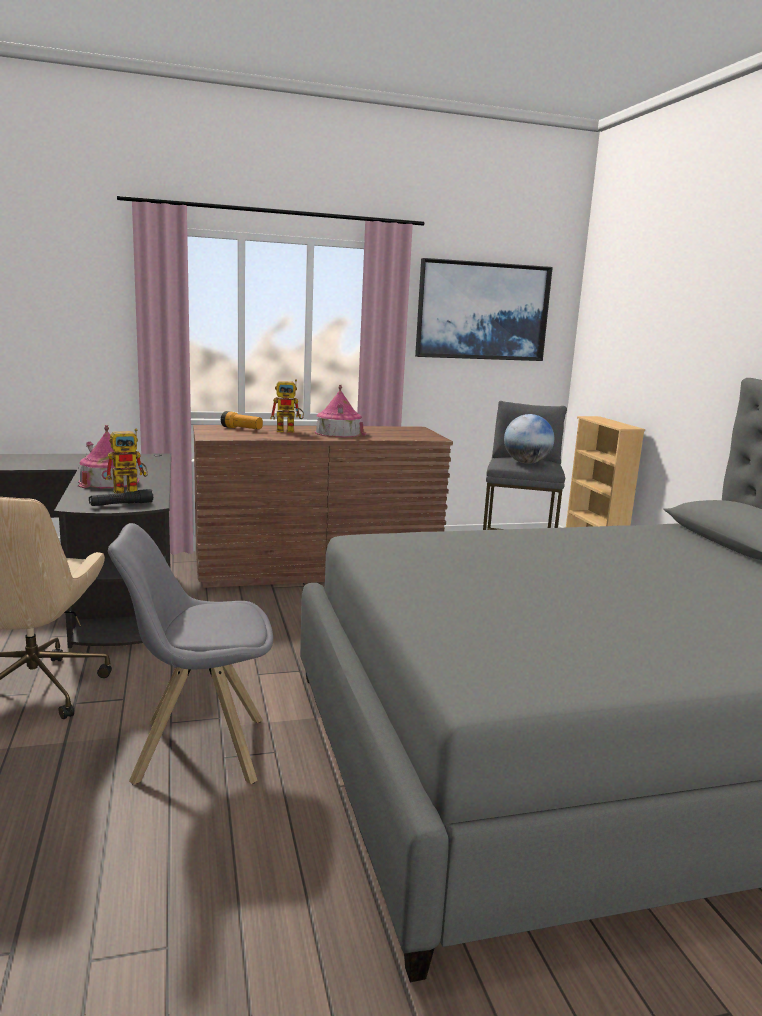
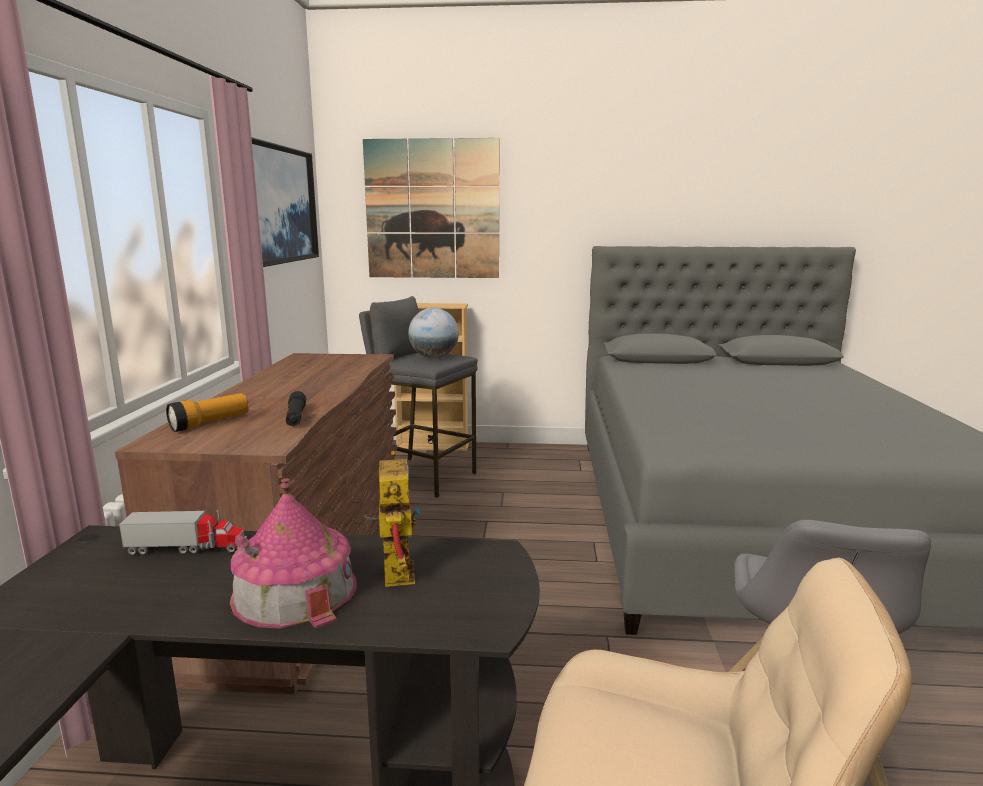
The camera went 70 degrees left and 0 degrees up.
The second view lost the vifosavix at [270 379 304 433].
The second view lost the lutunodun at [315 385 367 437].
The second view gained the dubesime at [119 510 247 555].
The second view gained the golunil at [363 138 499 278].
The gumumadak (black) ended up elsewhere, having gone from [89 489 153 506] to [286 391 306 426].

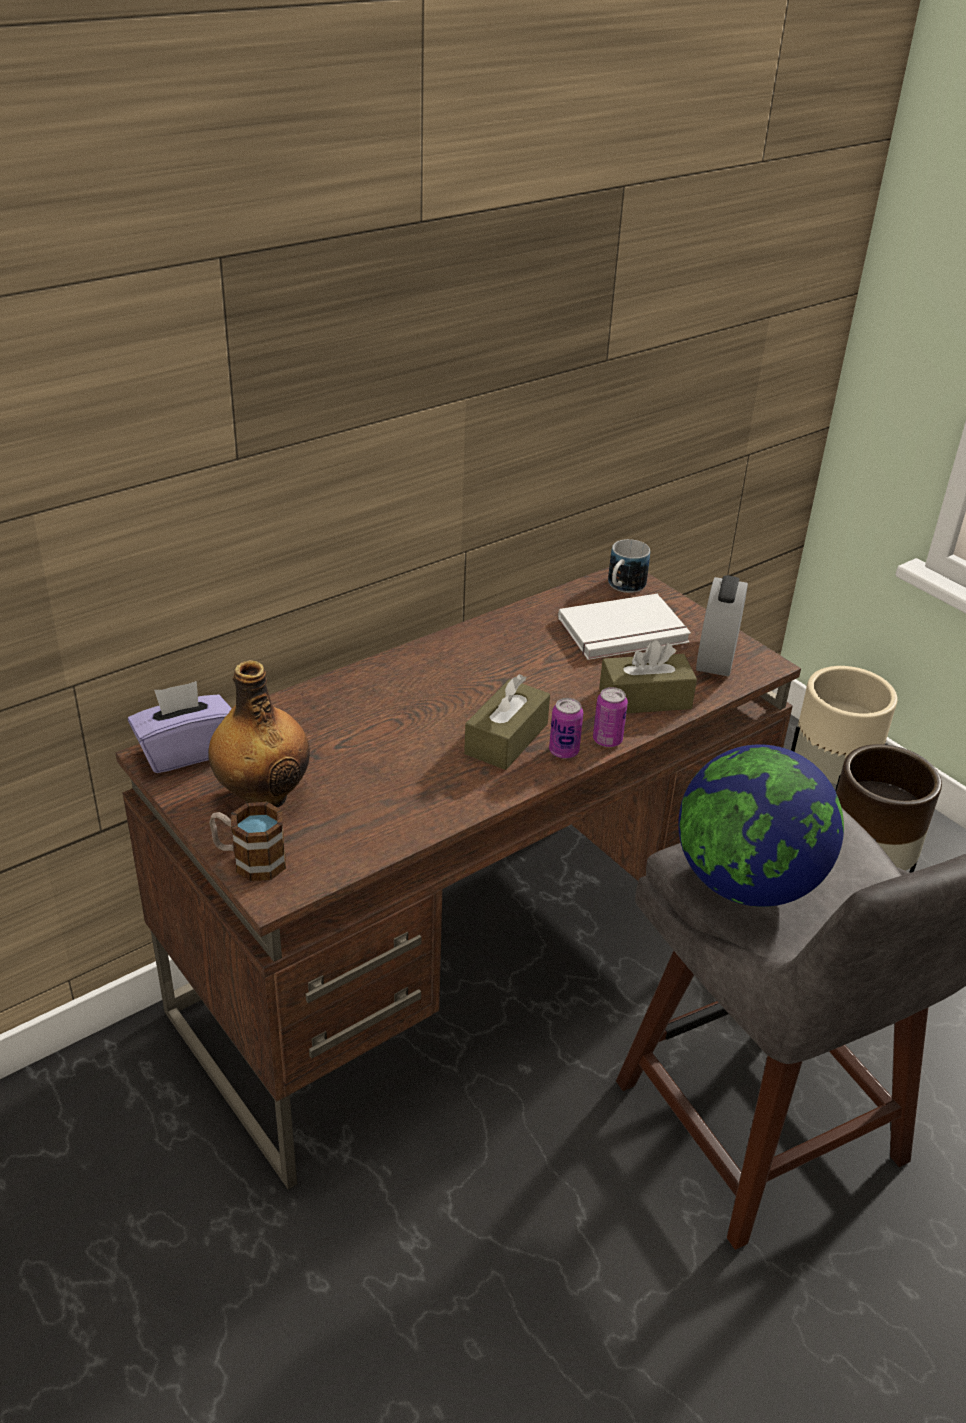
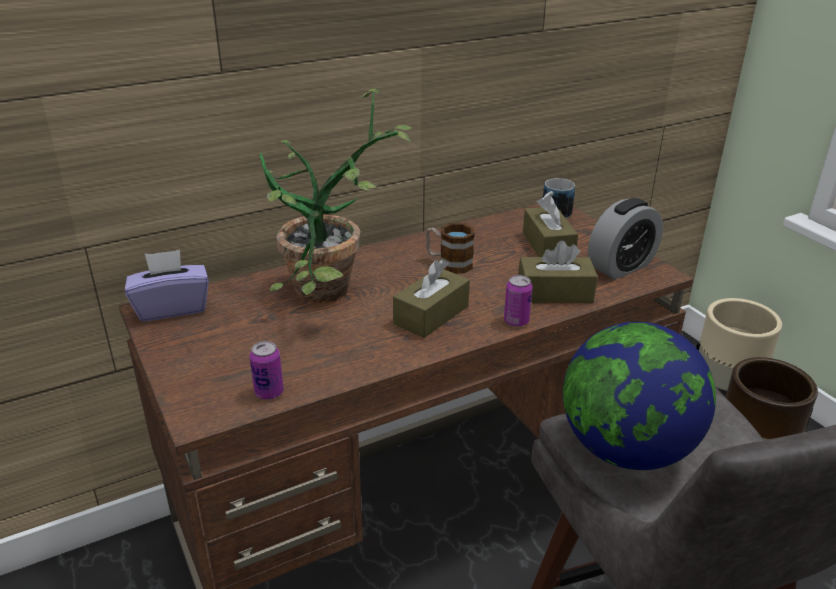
The camera went 10 degrees right and 5 degrees down.
The second view lost the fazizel at [208 660 310 808].
The second view gained the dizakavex at [259 89 412 304].
The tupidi ended up elsewhere, having gone from [209 802 286 881] to [426 223 475 274].
The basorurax ended up elsewhere, having gone from [549 698 583 759] to [249 341 284 400].
Where the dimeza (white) stood at [558 594 691 660], the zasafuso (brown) came to stand at [523 195 578 257].
The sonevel at [696 575 748 676] ended up facing another way, 150 degrees counterclockwise from before.

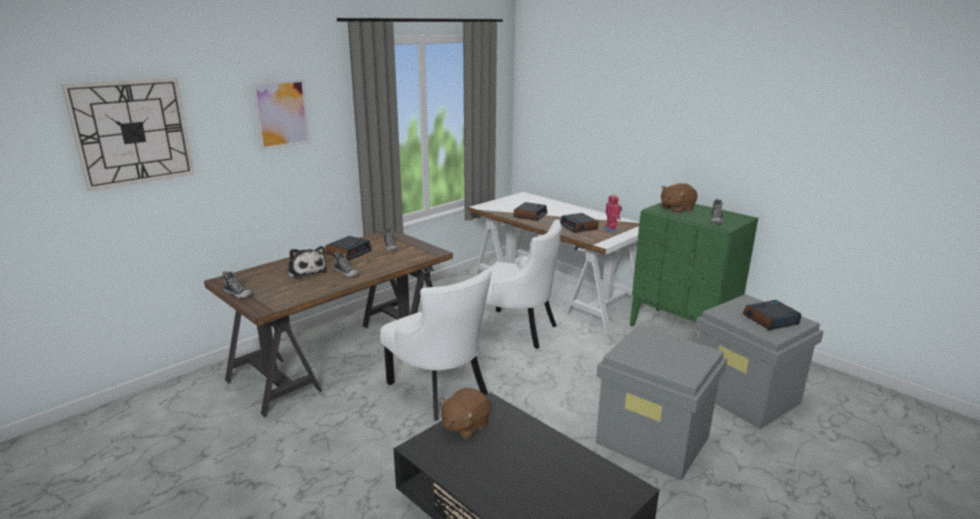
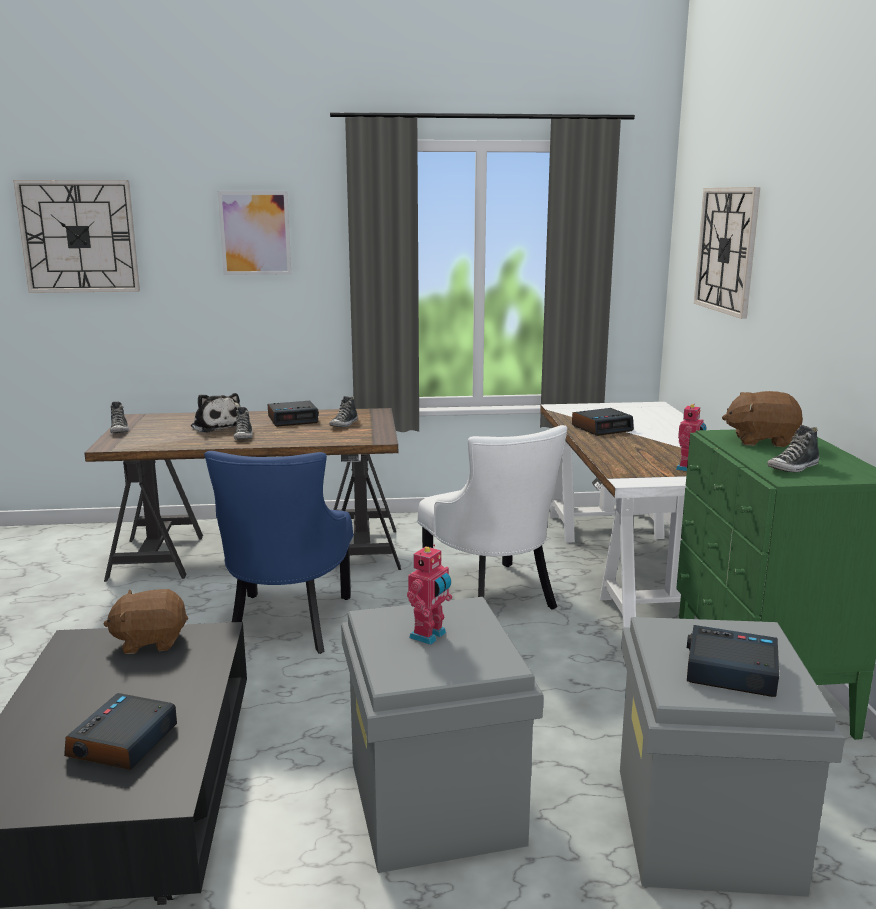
The camera went 40 degrees right and 5 degrees down.
The second view gained the vifosavix at [407 544 452 645].
The second view gained the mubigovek at [694 187 760 319].
The sonevel ended up elsewhere, having gone from [560 213 599 233] to [64 693 177 770].
What was the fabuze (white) at [380 270 491 421] turned into the fabuze (blue) at [204 451 354 654].
The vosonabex at [287 246 327 279] ended up facing another way, 45 degrees counterclockwise from before.

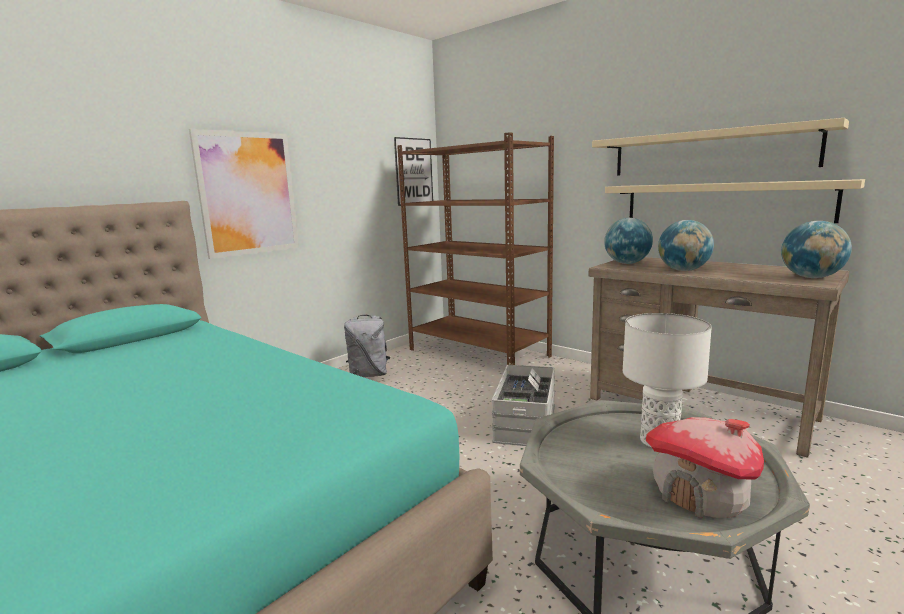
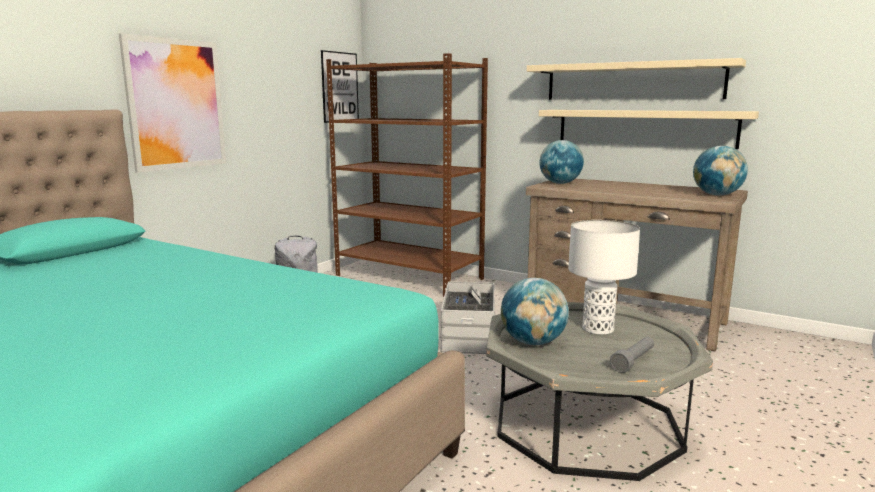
The camera went 10 degrees left and 0 degrees up.
The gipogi ended up elsewhere, having gone from [658 220 714 271] to [501 278 569 345].
Where the lutunodun stood at [646 417 764 518], the gumumadak (grey) came to stand at [610 337 654 373].

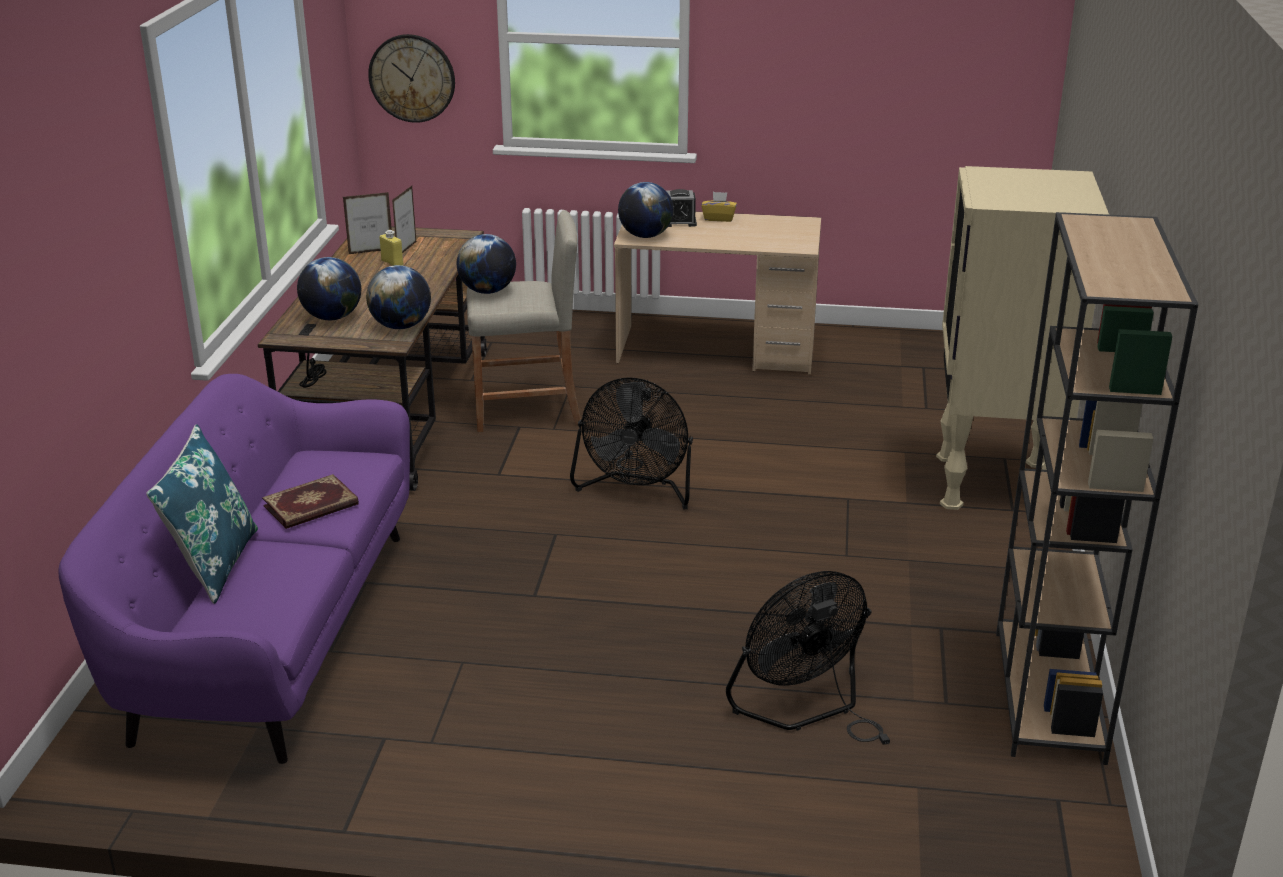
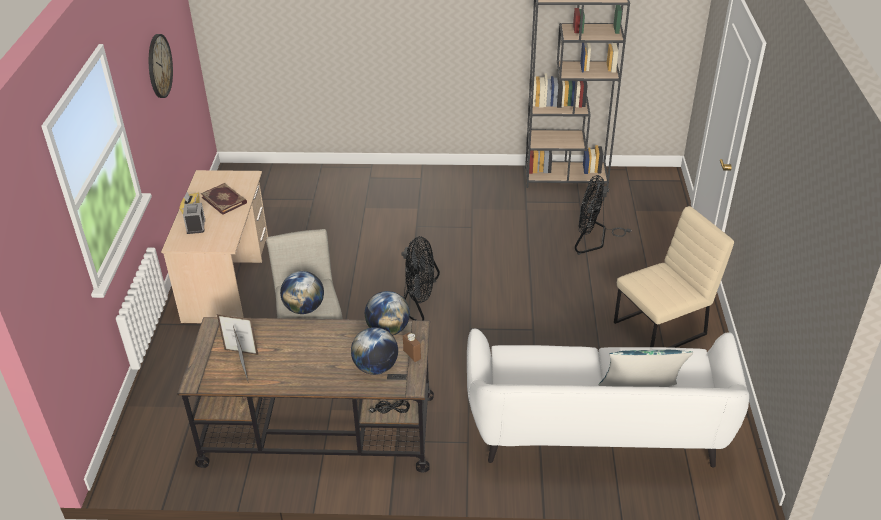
The camera went 95 degrees left and 10 degrees up.
The second view lost the fazizel (yellow) at [379 230 403 266].
The second view lost the gipogi at [618 182 673 238].
The second view lost the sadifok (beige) at [936 166 1109 510].
The second view gained the fazizel (brown) at [403 332 421 362].
The second view gained the fabuze (beige) at [614 206 734 348].
The dimeza ended up elsewhere, having gone from [262 474 359 529] to [201 183 247 215].
The mubigovek ended up elsewhere, having gone from [368 34 455 123] to [149 34 173 98].
What was the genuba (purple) at [59 374 410 764] turned into the genuba (white) at [467 329 749 468].
The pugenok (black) at [726 571 890 744] ended up facing another way, 45 degrees clockwise from before.

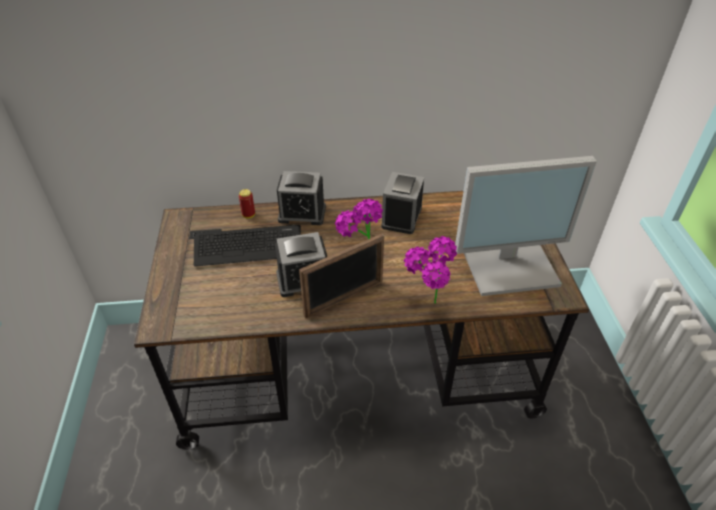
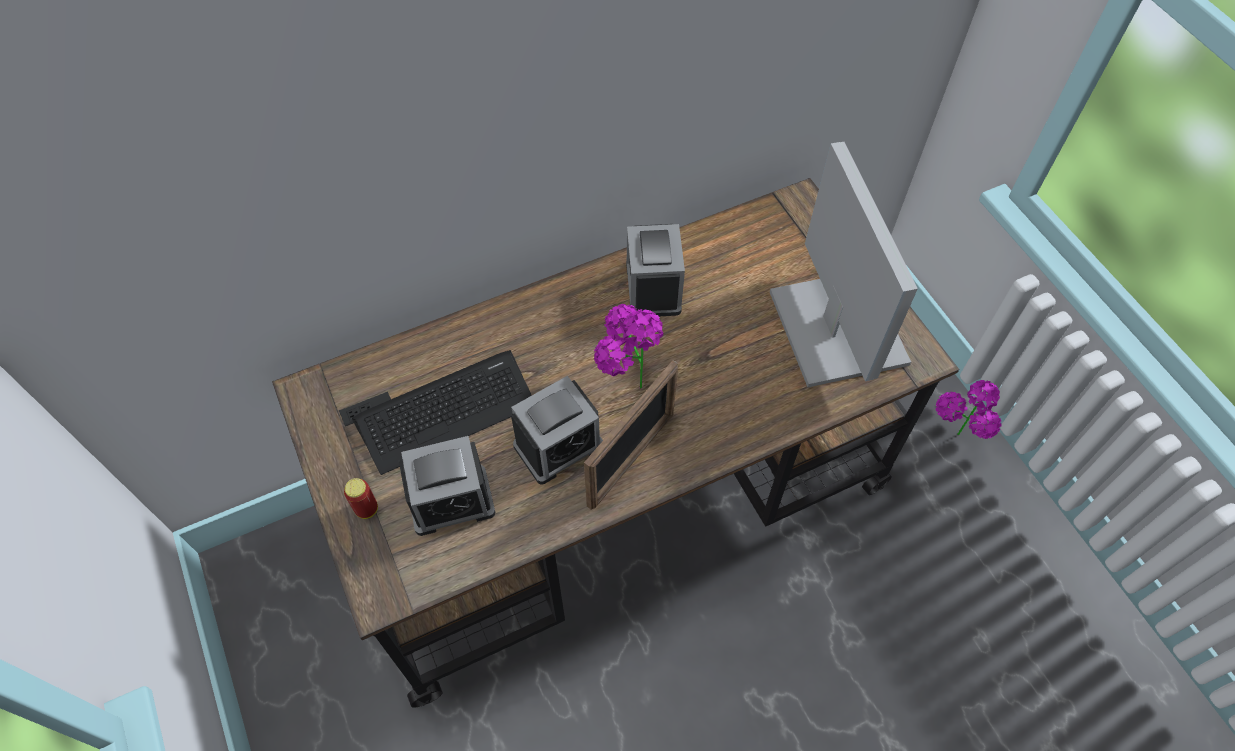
The camera went 20 degrees left and 15 degrees up.
The basorurax ended up elsewhere, having gone from [239 189 255 218] to [344 478 378 519].
The sonevel ended up elsewhere, having gone from [277 171 326 225] to [399 436 496 536].
The dizakavex ended up elsewhere, having gone from [404 236 457 304] to [936 380 1002 439].
The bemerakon at [455 156 597 296] ended up facing another way, 75 degrees counterclockwise from before.

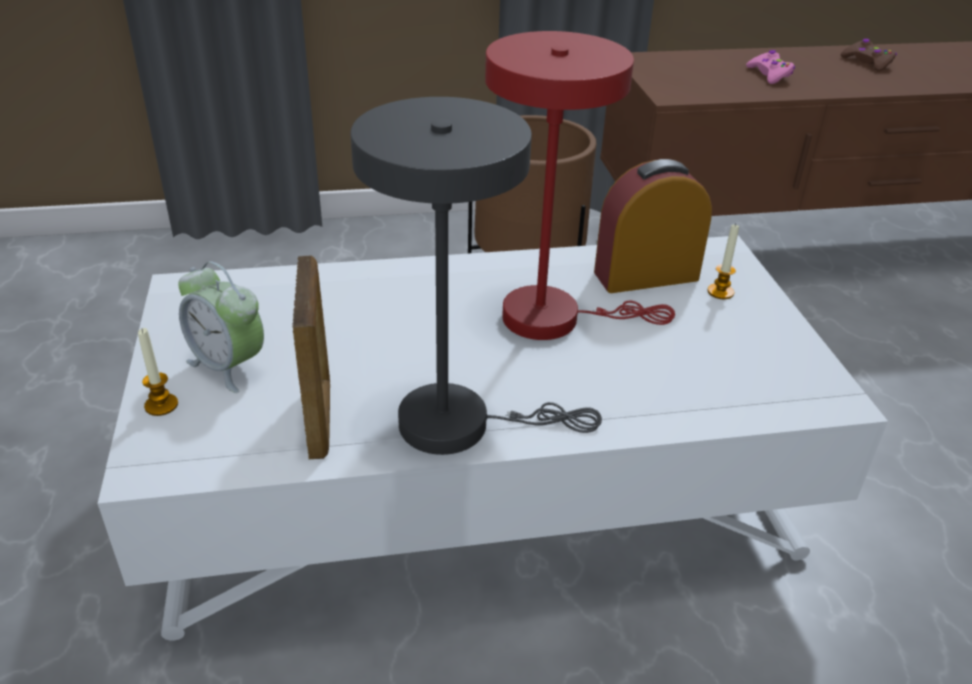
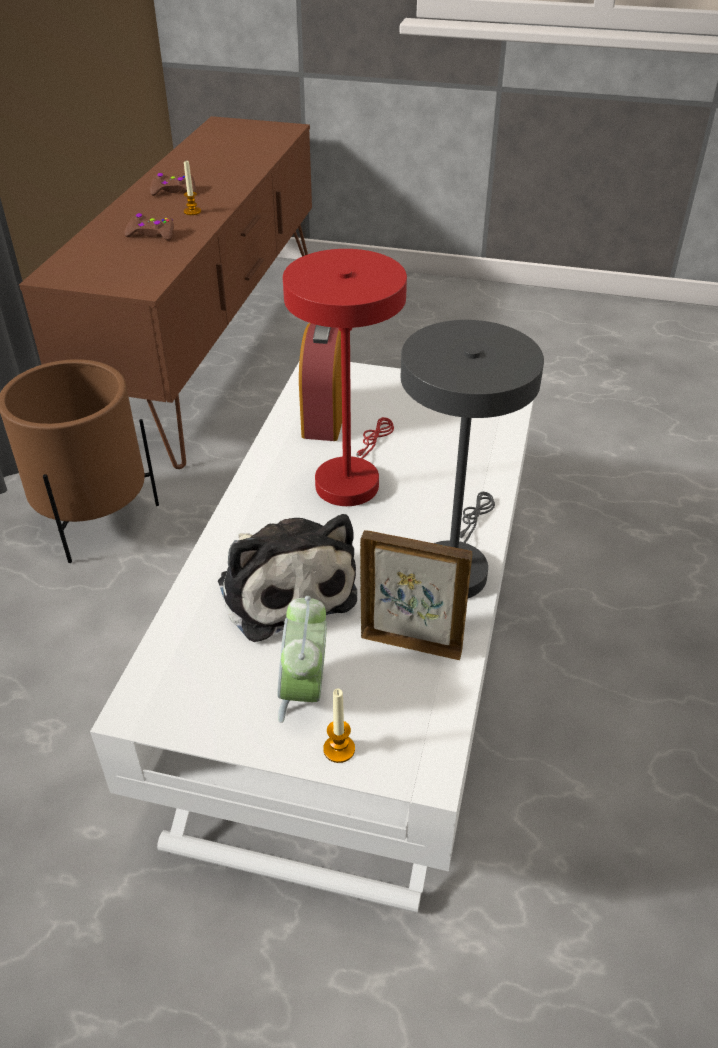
The camera went 65 degrees left and 5 degrees up.
The second view gained the vosonabex at [218 514 357 642].
The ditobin ended up elsewhere, having gone from [707 223 739 299] to [184 161 201 215].
What was the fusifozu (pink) at [746 50 795 84] turned into the fusifozu (brown) at [124 213 174 241].
The sonevel at [178 261 264 393] ended up facing another way, 120 degrees clockwise from before.

